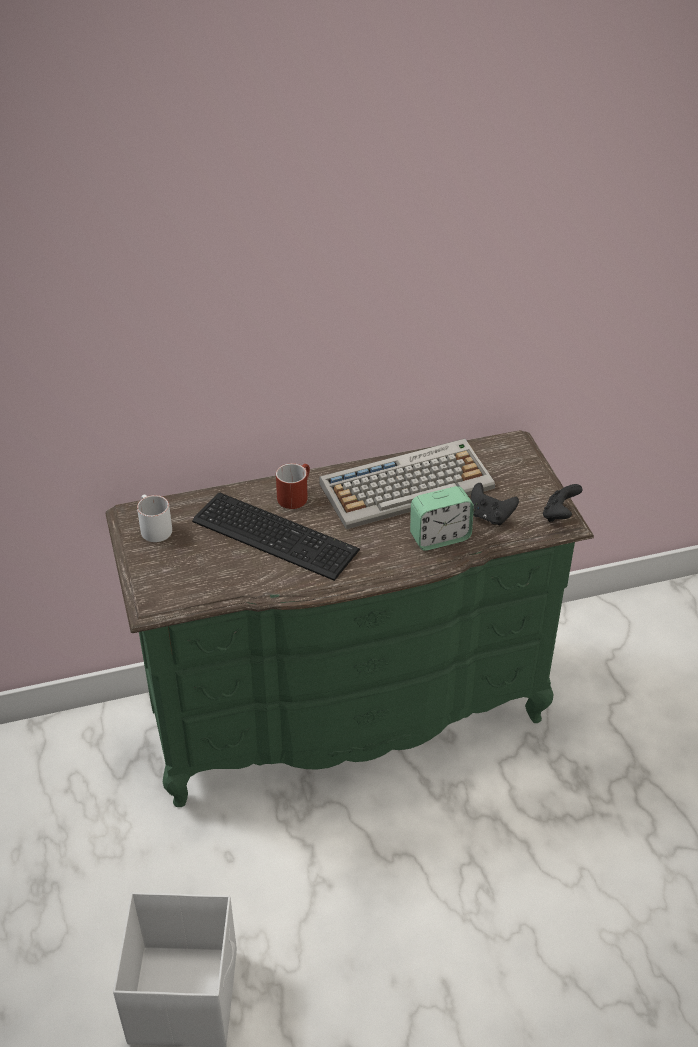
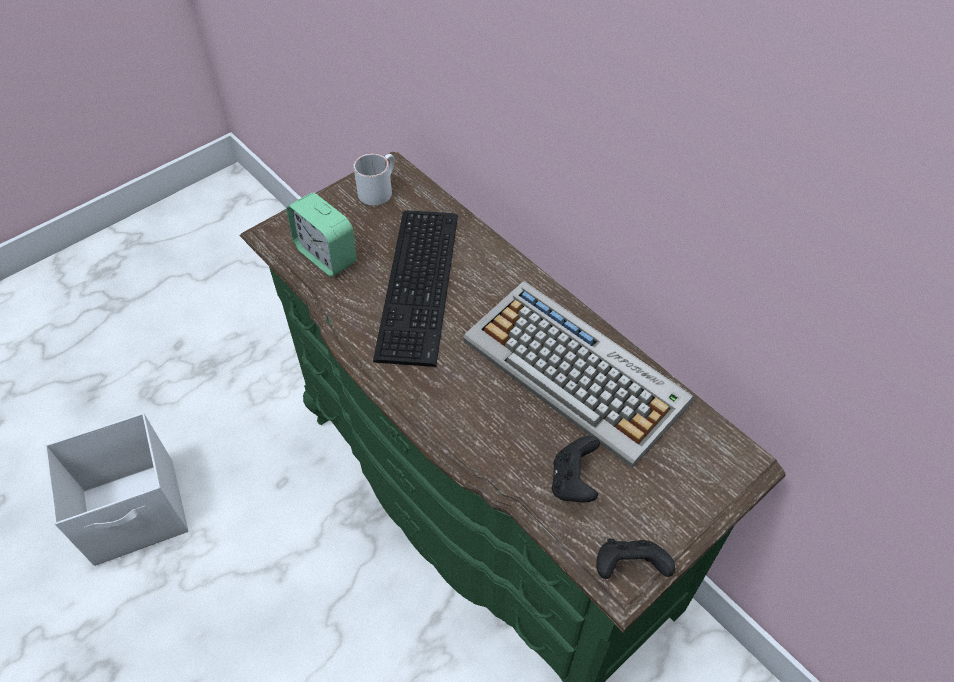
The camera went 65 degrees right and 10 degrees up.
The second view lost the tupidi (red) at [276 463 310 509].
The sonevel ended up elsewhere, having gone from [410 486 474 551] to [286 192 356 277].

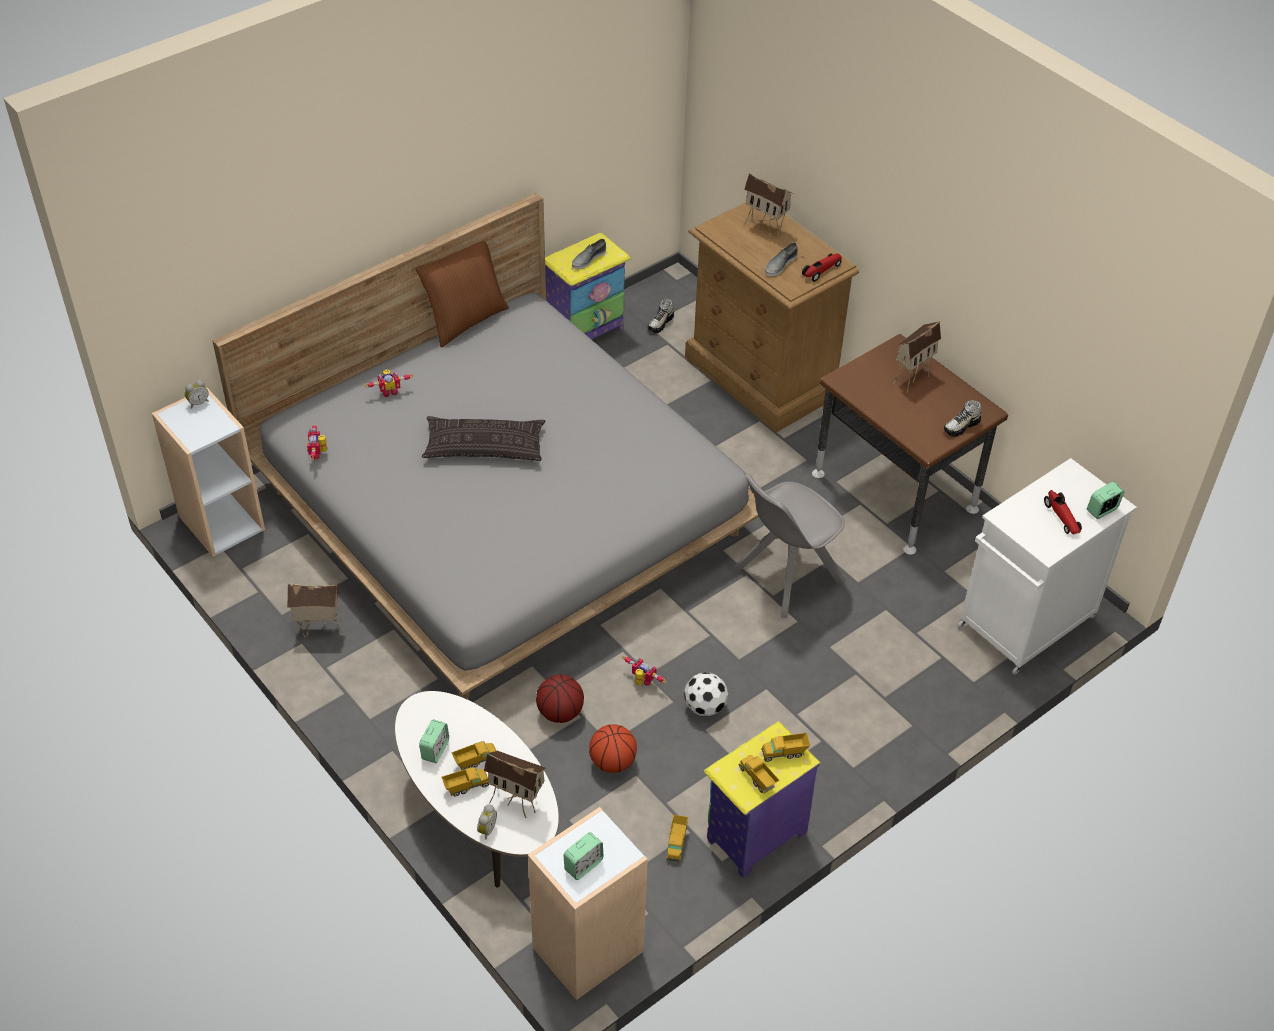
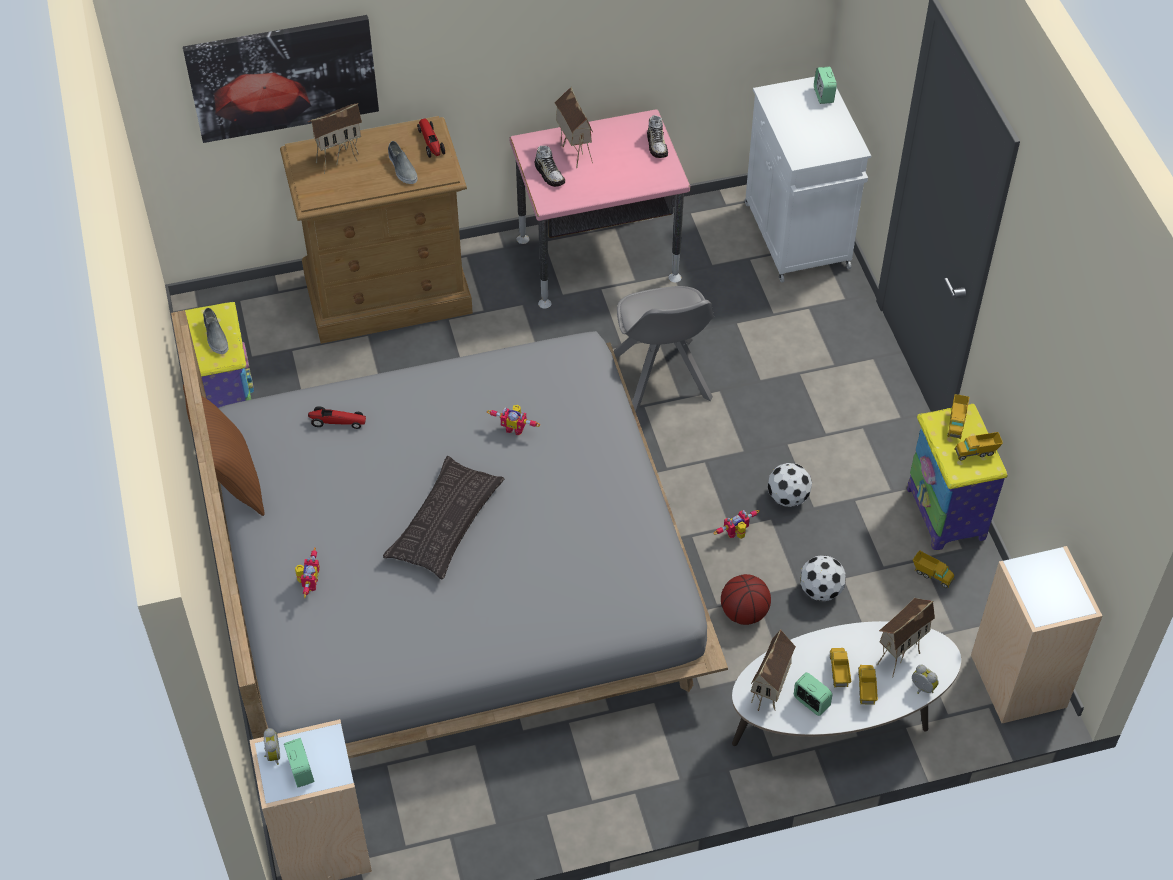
The camera went 65 degrees left and 5 degrees up.
The second view gained the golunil at [183 15 379 143].
The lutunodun ended up elsewhere, having gone from [287 583 342 638] to [750 629 796 711].
The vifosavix ended up elsewhere, having gone from [307 423 327 461] to [487 405 540 435].
The sonevel ended up elsewhere, having gone from [564 832 603 880] to [284 738 315 787].
The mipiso ended up elsewhere, having gone from [648 300 674 333] to [534 146 565 187].
The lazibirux ended up elsewhere, having gone from [1044 490 1082 534] to [308 406 366 429].
Where the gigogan stood at [589 724 637 773], the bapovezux came to stand at [800 555 846 601].
What was the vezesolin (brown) at [812 334 1008 554] turned into the vezesolin (pink) at [510 109 690 309].

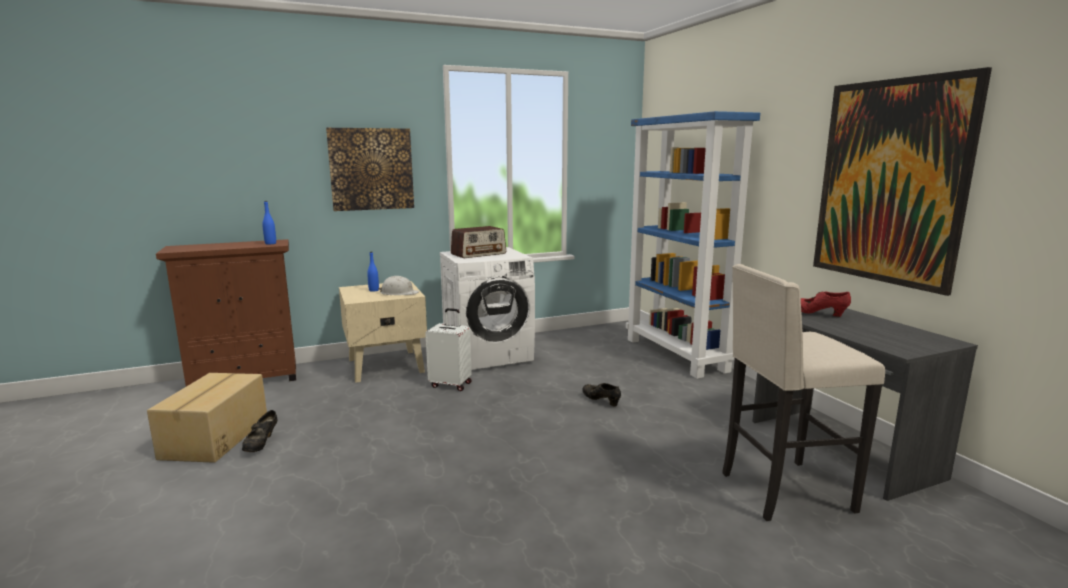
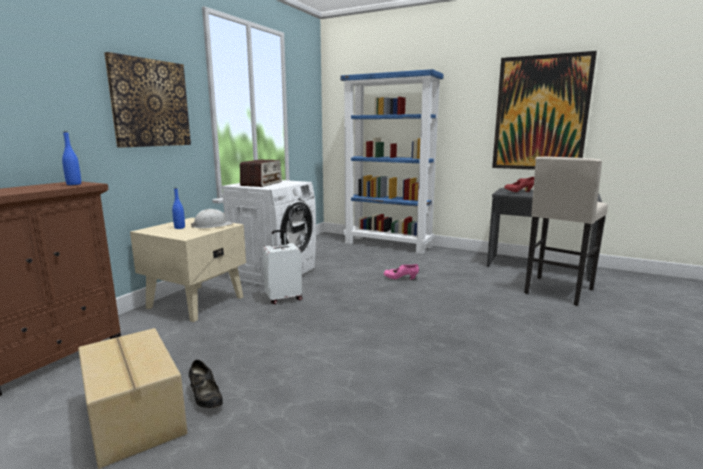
The camera went 40 degrees left and 0 degrees up.
What was the mipiso (black) at [582 383 621 407] turned into the mipiso (pink) at [384 264 419 280].

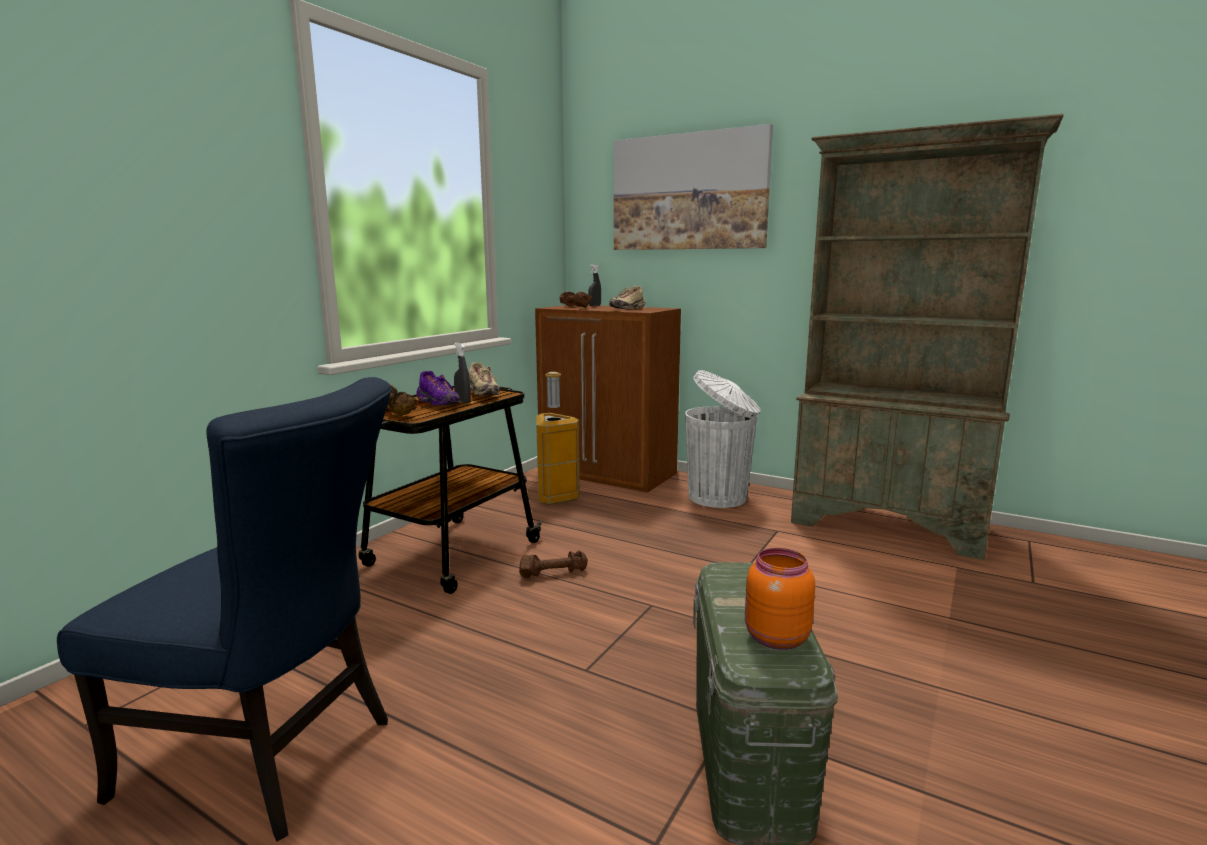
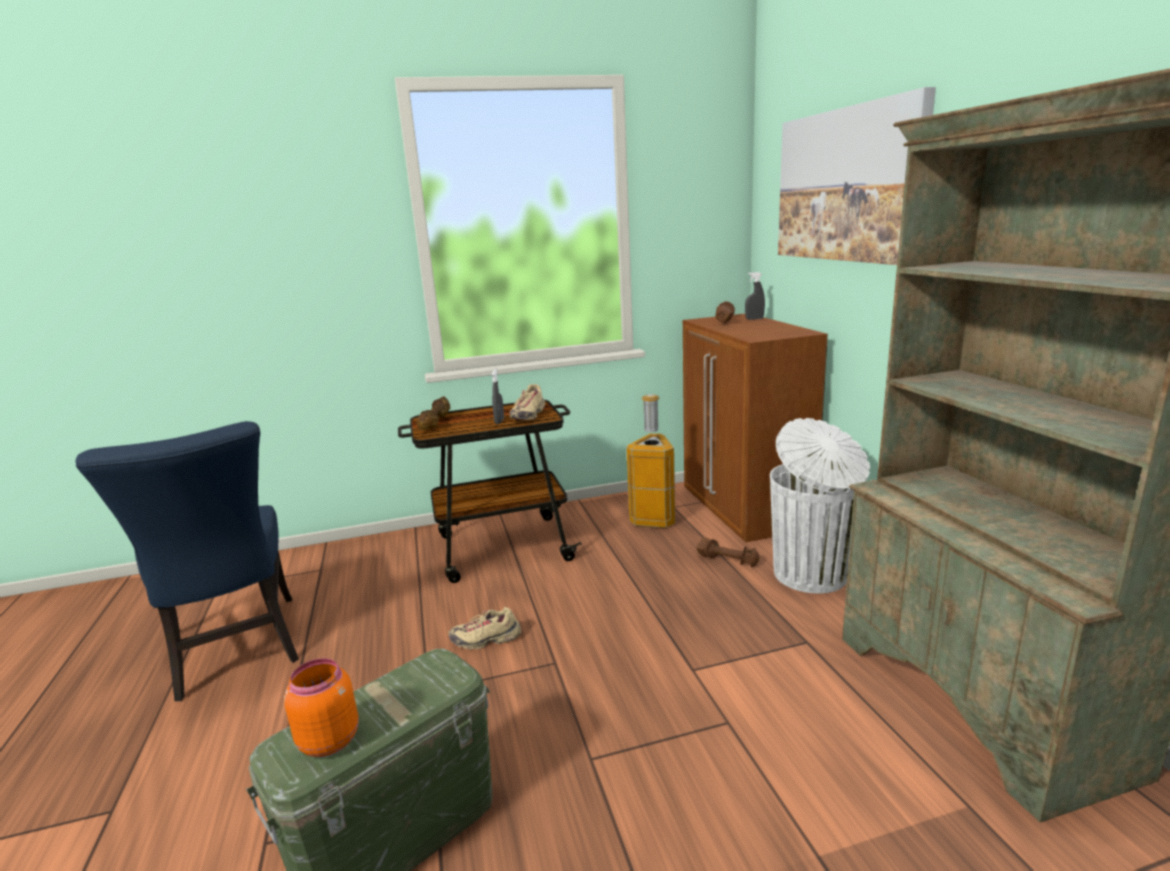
The camera went 45 degrees right and 5 degrees up.
The second view lost the mipiso (purple) at [416 371 460 406].
The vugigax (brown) ended up elsewhere, having gone from [519 550 588 578] to [697 537 760 567].
The mipiso (beige) ended up elsewhere, having gone from [609 286 645 310] to [449 607 521 650].

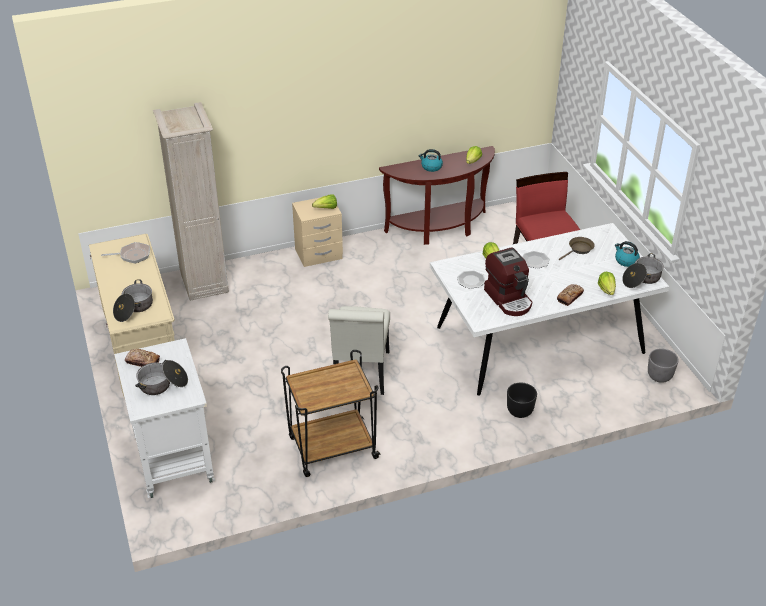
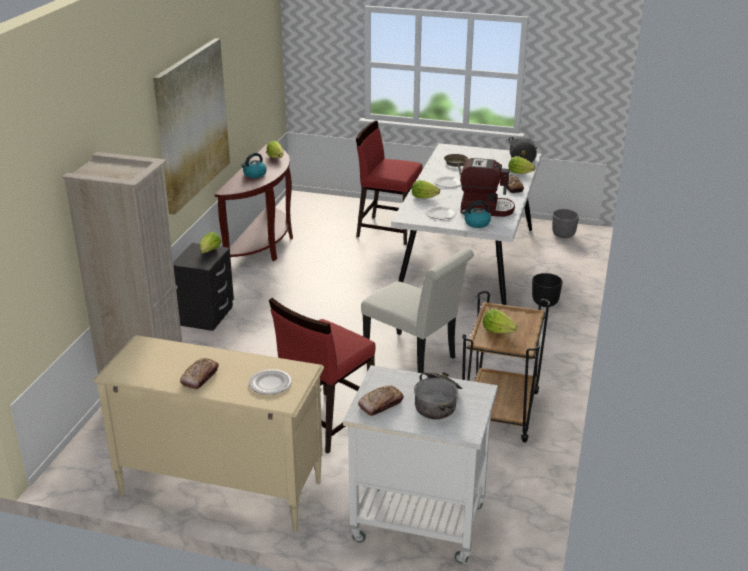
The camera went 55 degrees left and 10 degrees down.
The second view lost the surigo at [101 242 150 264].
The second view gained the golunil at [153 38 230 215].
The second view gained the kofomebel at [180 358 219 389].
The second view gained the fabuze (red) at [269 298 376 454].
The second view gained the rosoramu at [483 309 518 334].
The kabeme ended up elsewhere, having gone from [615 241 640 267] to [462 200 491 228].
Where the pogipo stood at [113 279 153 322], the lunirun came to stand at [249 369 292 395].
What was the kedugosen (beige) at [292 197 343 267] turned into the kedugosen (black) at [173 243 234 331].

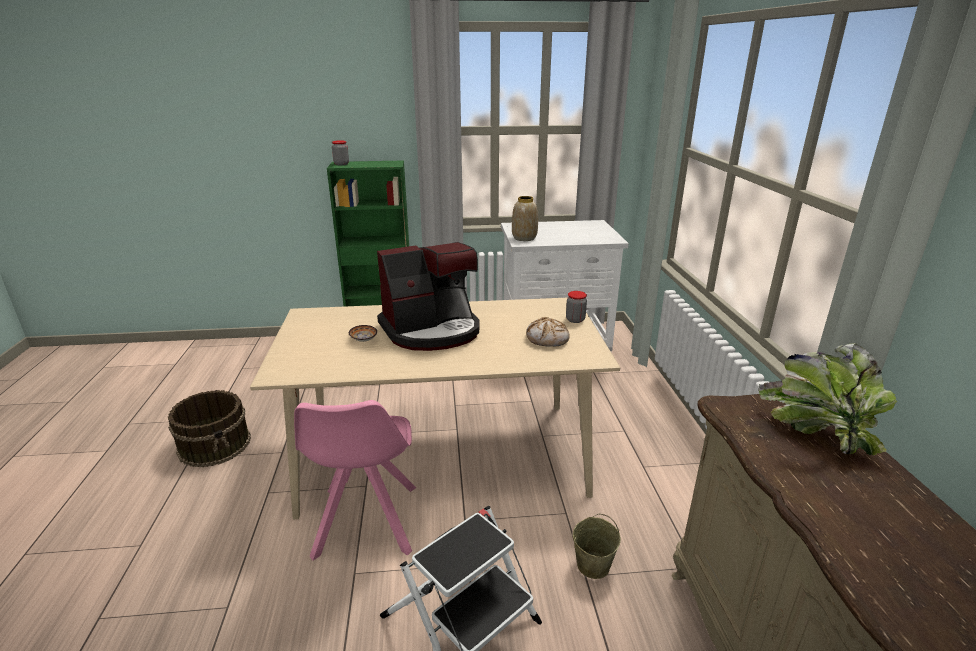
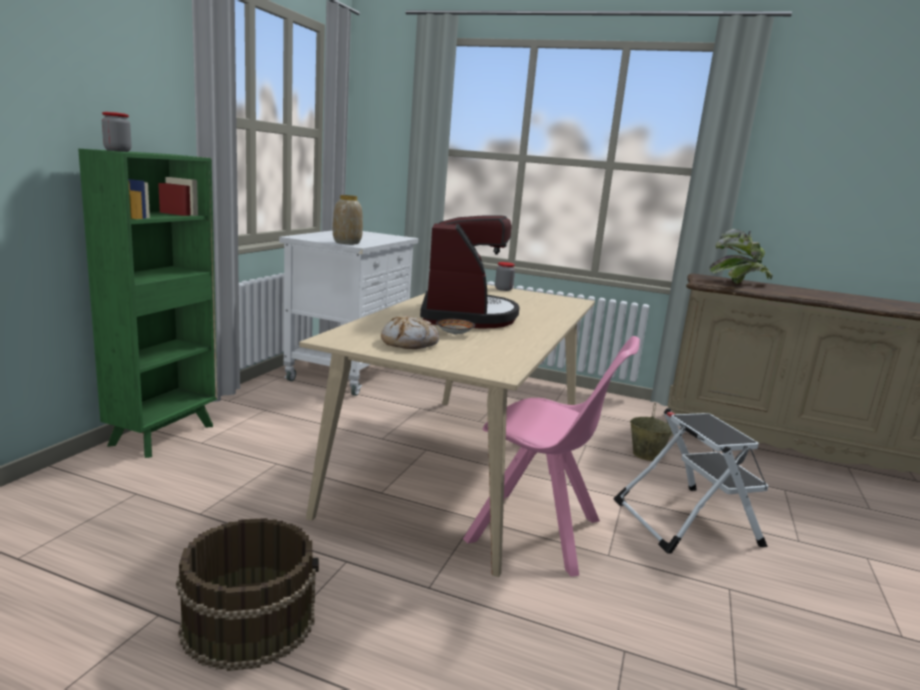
The camera went 65 degrees left and 10 degrees down.
The kofomebel ended up elsewhere, having gone from [526 317 570 347] to [381 315 439 349].

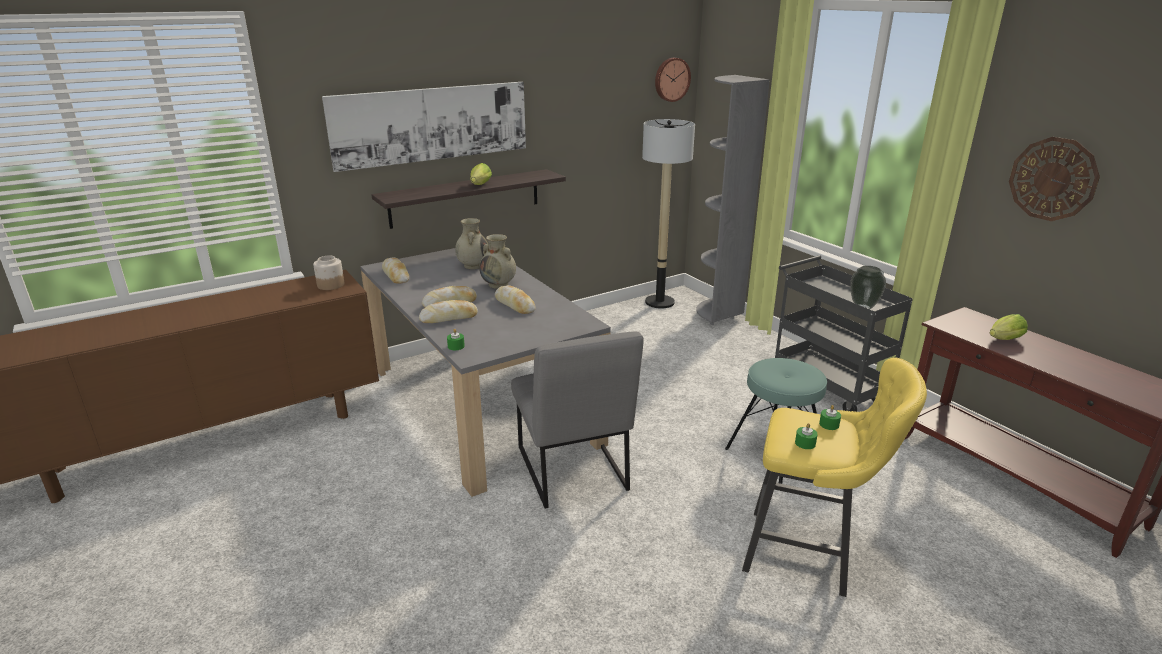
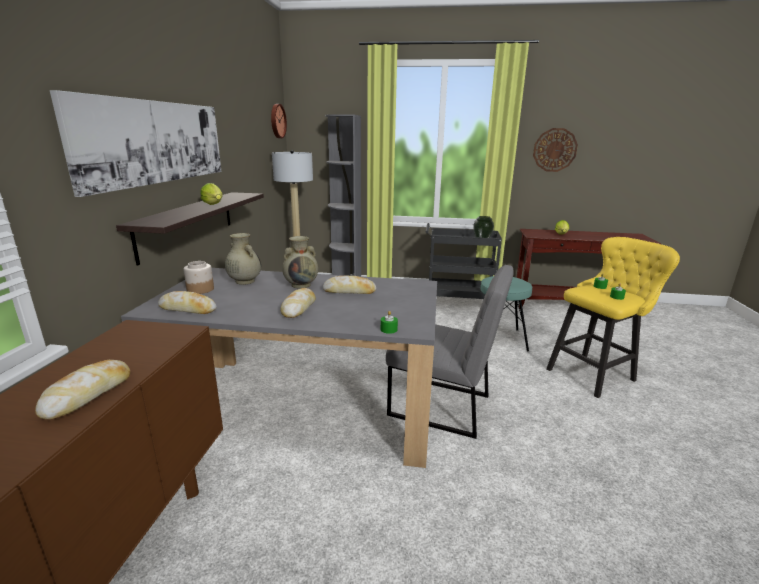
The camera went 50 degrees left and 5 degrees down.
The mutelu ended up elsewhere, having gone from [313 256 344 290] to [183 261 214 294].
The kofomebel ended up elsewhere, having gone from [419 300 478 323] to [35 360 130 420].

